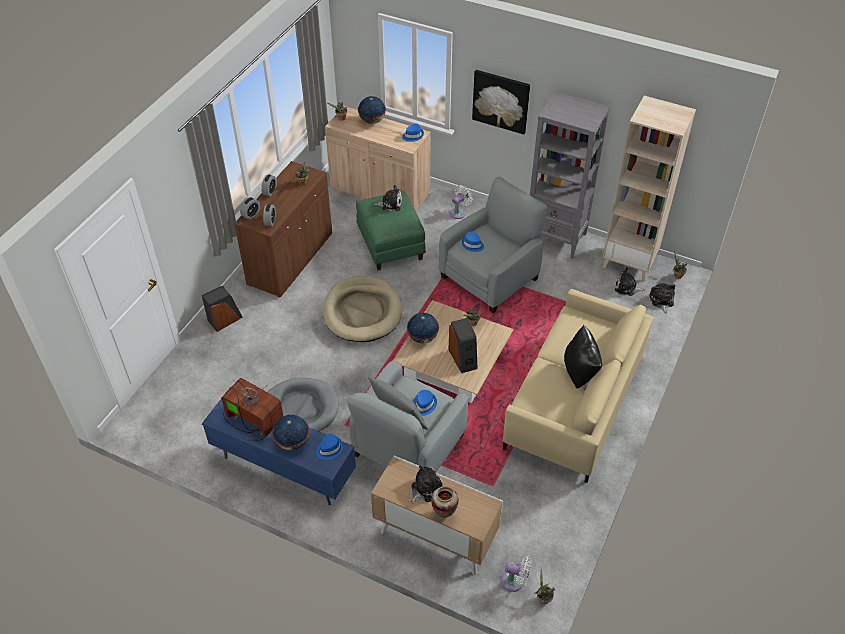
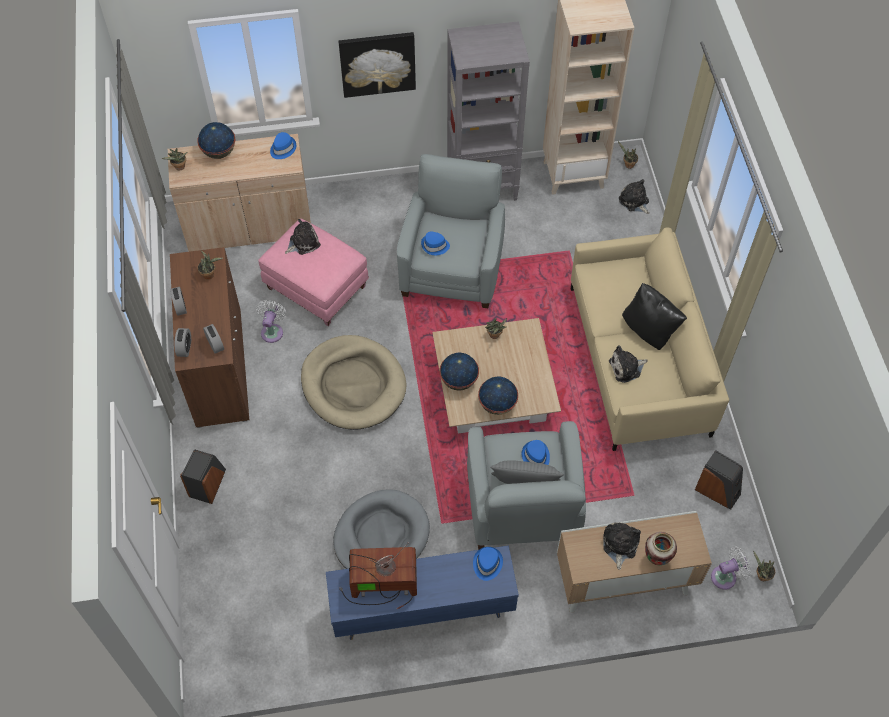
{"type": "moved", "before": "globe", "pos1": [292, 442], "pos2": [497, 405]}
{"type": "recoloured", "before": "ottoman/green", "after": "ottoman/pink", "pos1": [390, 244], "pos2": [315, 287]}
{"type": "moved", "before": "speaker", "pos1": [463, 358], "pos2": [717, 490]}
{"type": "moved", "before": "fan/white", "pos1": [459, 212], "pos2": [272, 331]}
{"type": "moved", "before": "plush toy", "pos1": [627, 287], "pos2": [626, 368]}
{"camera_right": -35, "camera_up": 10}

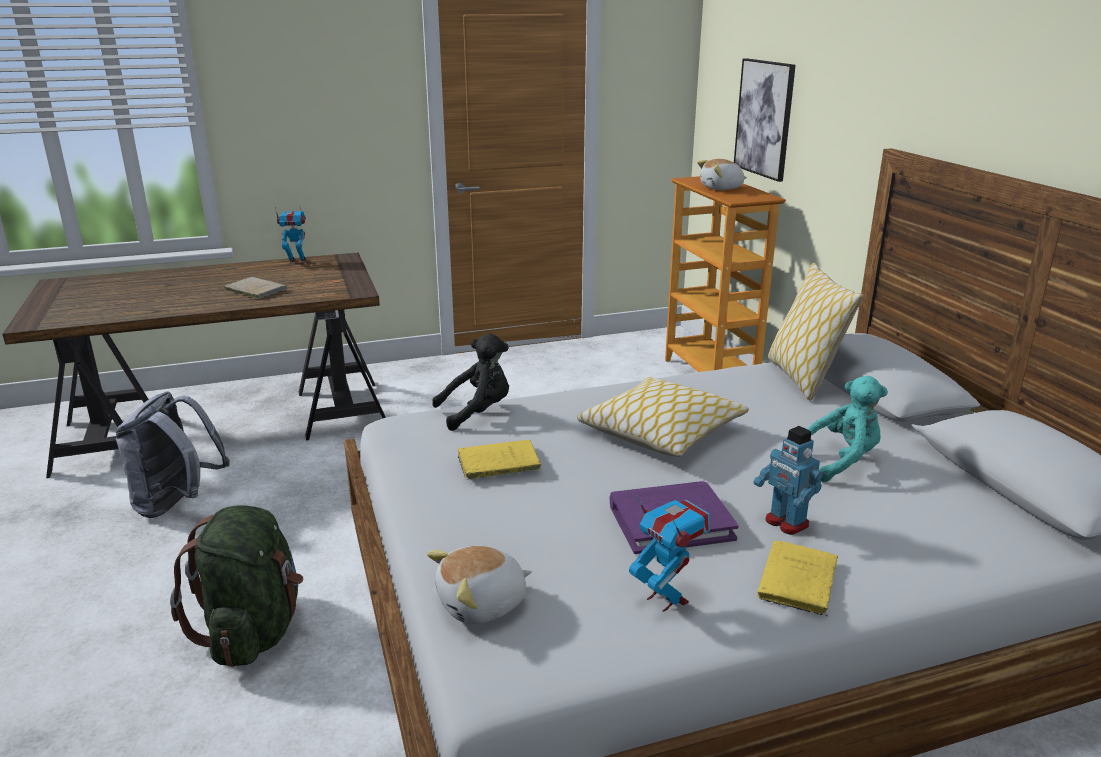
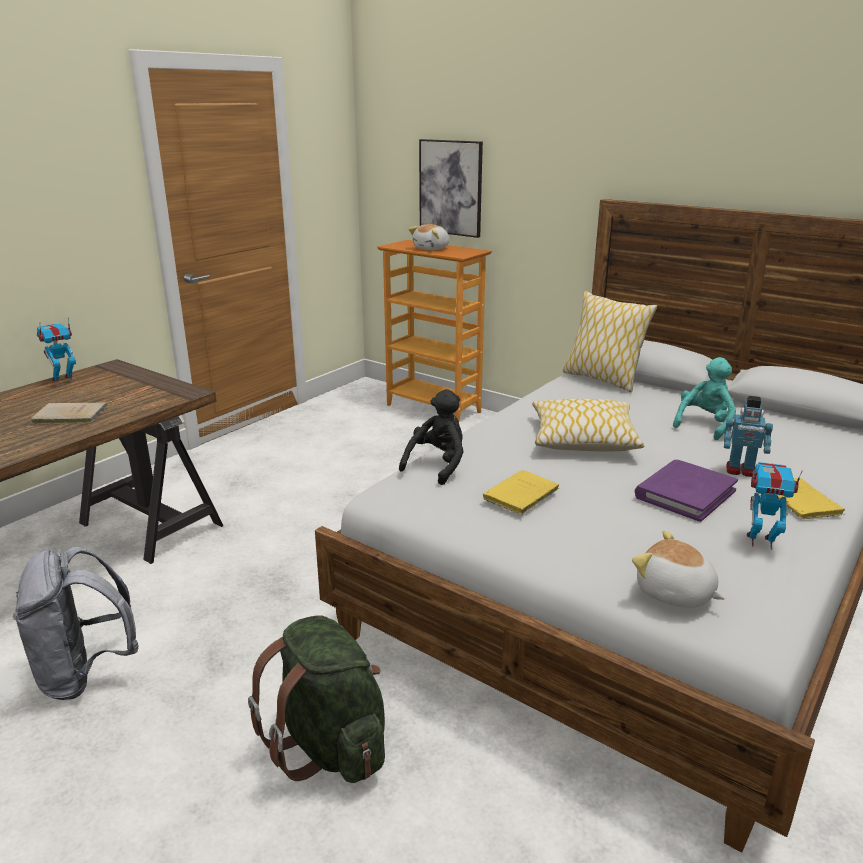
{"type": "turned", "before": "plush toy", "pos1": [482, 604], "pos2": [674, 593], "turn": 105}
{"camera_right": -35, "camera_up": 0}

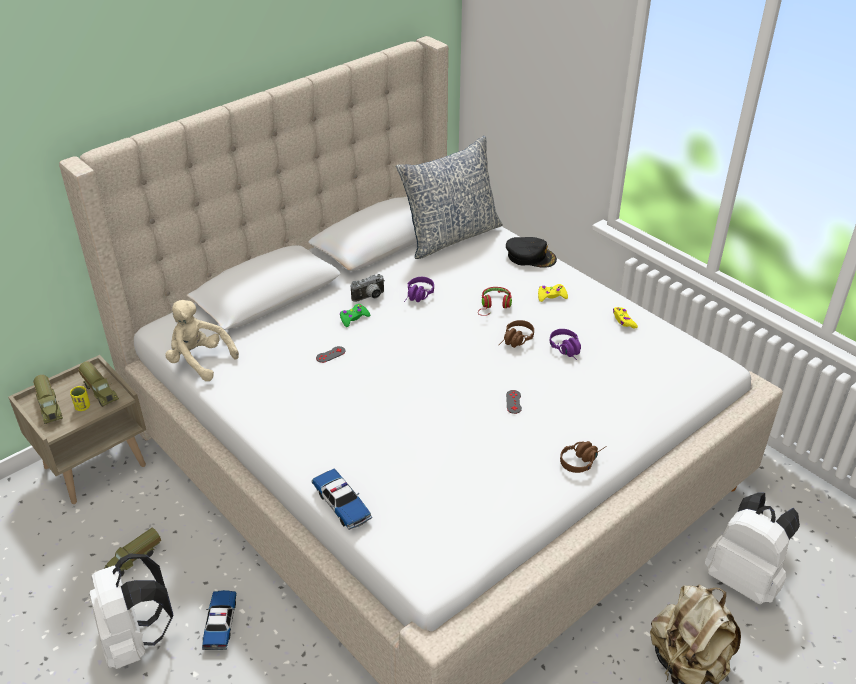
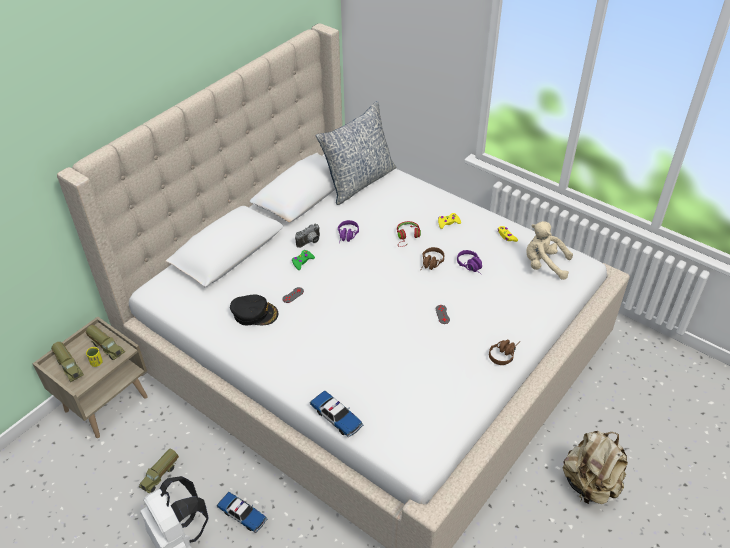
{"type": "moved", "before": "plush toy/beige", "pos1": [199, 361], "pos2": [544, 265]}
{"type": "turned", "before": "toy car", "pos1": [220, 623], "pos2": [242, 515], "turn": 135}
{"type": "moved", "before": "cap/black", "pos1": [530, 256], "pos2": [254, 313]}
{"type": "removed", "before": "backpack/white", "pos1": [744, 579]}
{"camera_right": -10, "camera_up": 5}

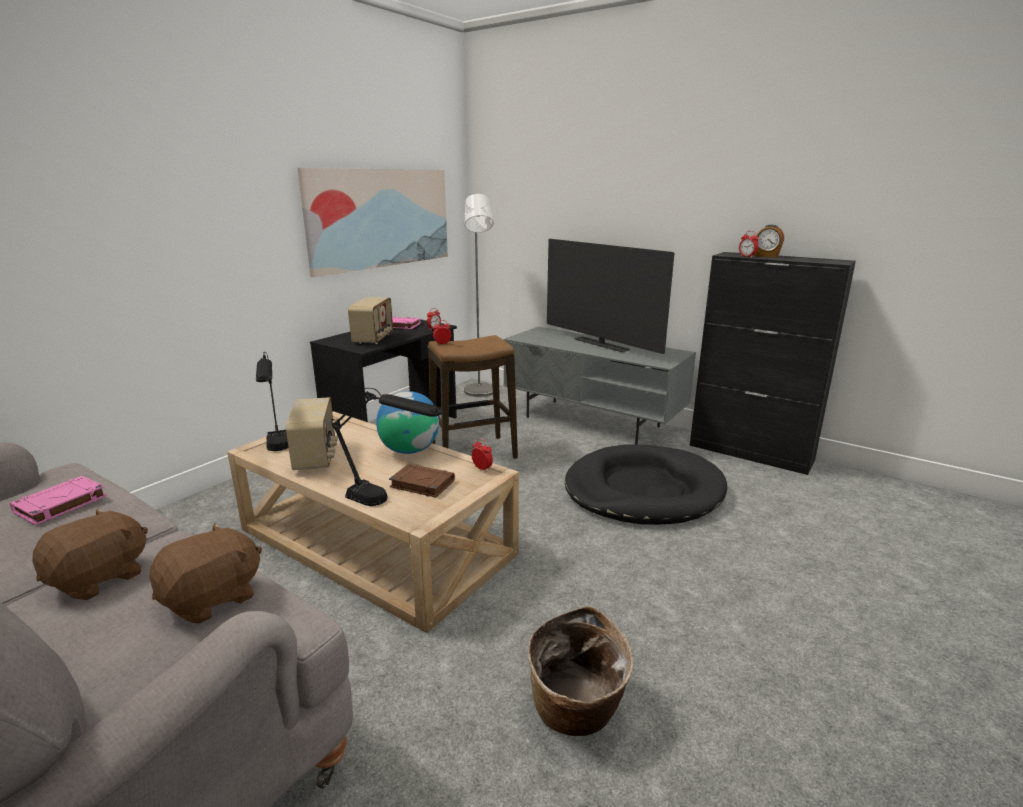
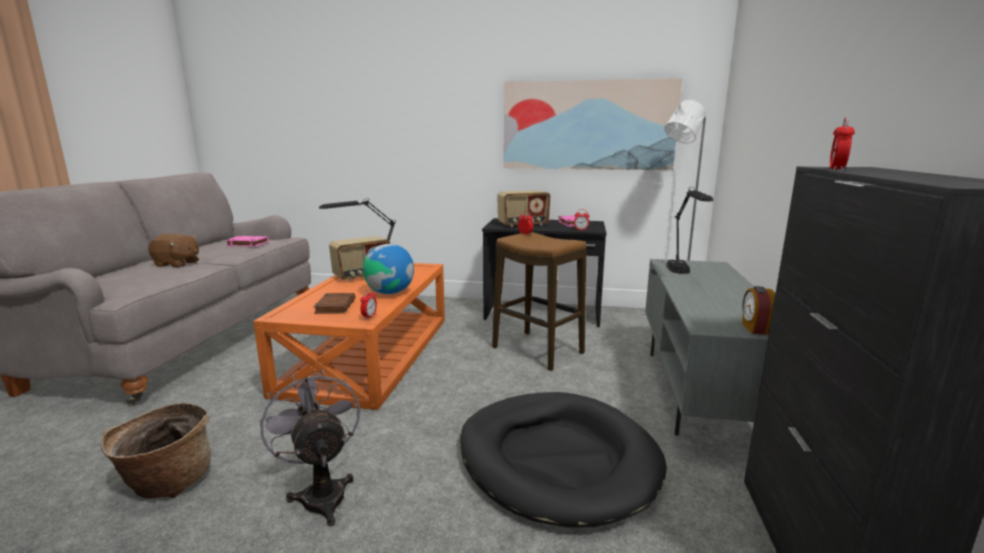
{"type": "removed", "before": "plush toy/brown", "pos1": [213, 598]}
{"type": "recoloured", "before": "coffee table/beige", "after": "coffee table/orange", "pos1": [374, 542], "pos2": [369, 353]}
{"type": "moved", "before": "table lamp/black", "pos1": [388, 504], "pos2": [683, 274]}
{"type": "removed", "before": "television", "pos1": [601, 344]}
{"type": "moved", "before": "alarm clock", "pos1": [767, 256], "pos2": [755, 328]}
{"type": "added", "after": "fan/grey", "pos2": [321, 493]}
{"camera_right": 65, "camera_up": -5}

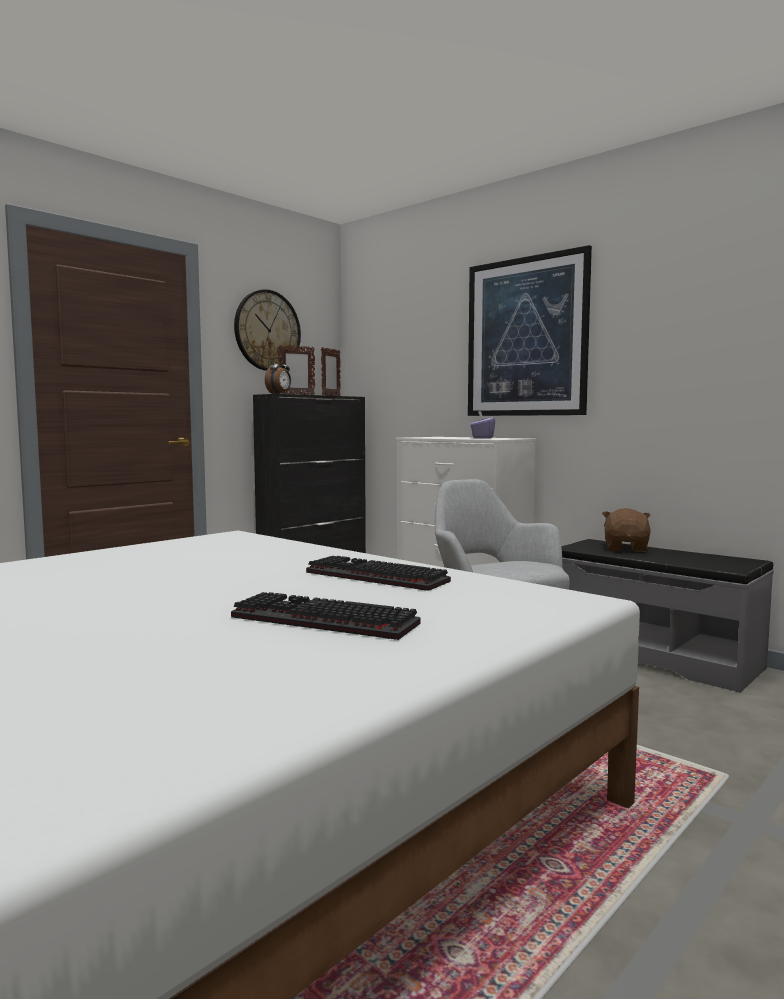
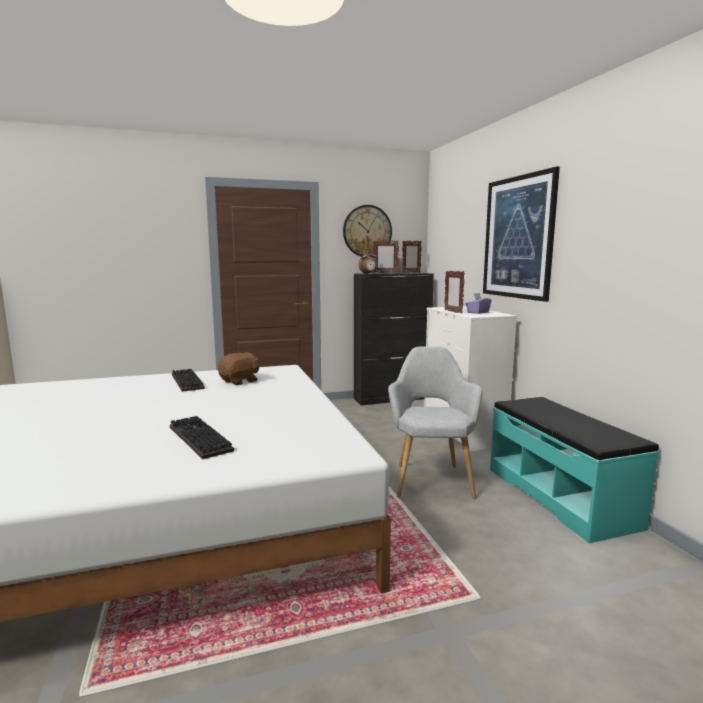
{"type": "moved", "before": "keyboard", "pos1": [372, 577], "pos2": [185, 381]}
{"type": "recoloured", "before": "bench/grey", "after": "bench/turquoise", "pos1": [653, 656], "pos2": [560, 496]}
{"type": "moved", "before": "plush toy/brown", "pos1": [626, 549], "pos2": [240, 381]}
{"type": "added", "after": "picture frame", "pos2": [453, 312]}
{"camera_right": 30, "camera_up": 5}

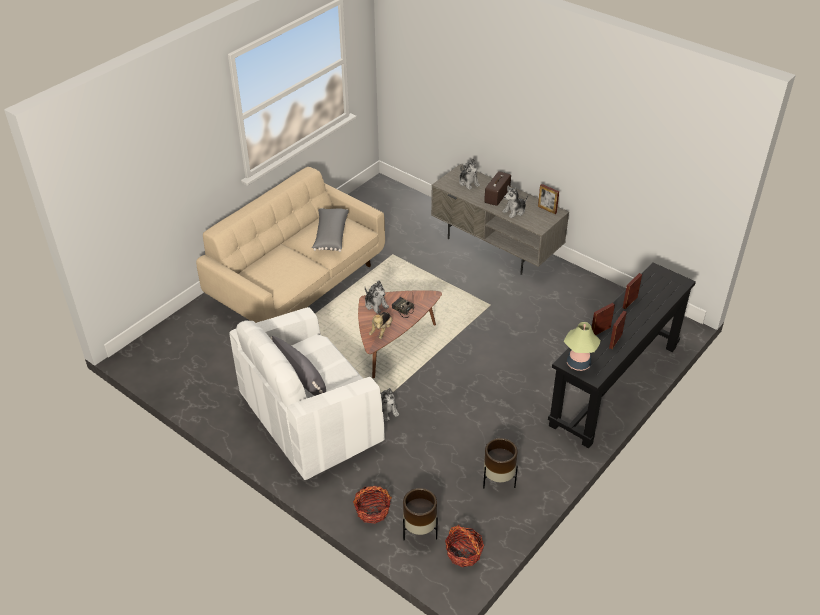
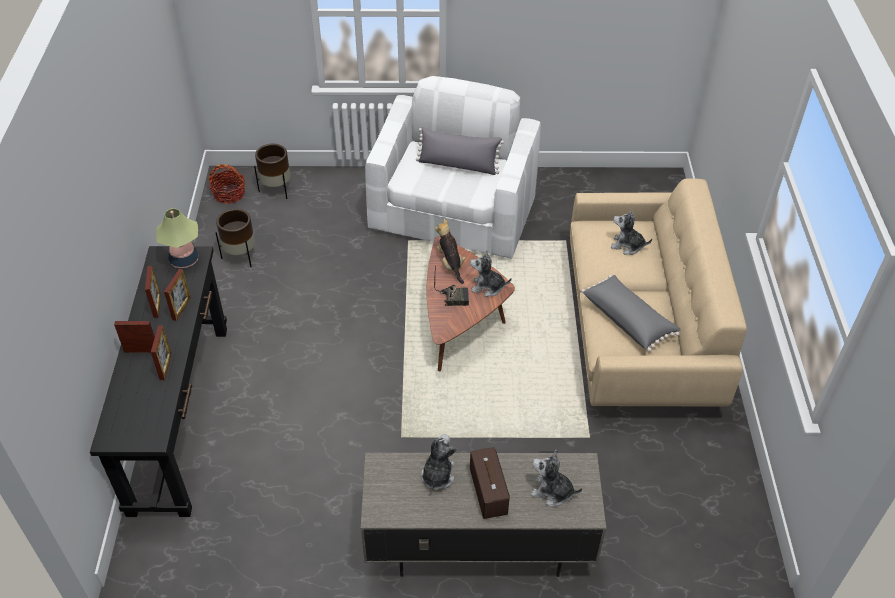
{"type": "removed", "before": "basket", "pos1": [372, 511]}
{"type": "moved", "before": "plush toy", "pos1": [386, 410], "pos2": [627, 246]}
{"type": "moved", "before": "picture frame", "pos1": [547, 209], "pos2": [141, 350]}
{"camera_right": 140, "camera_up": 5}

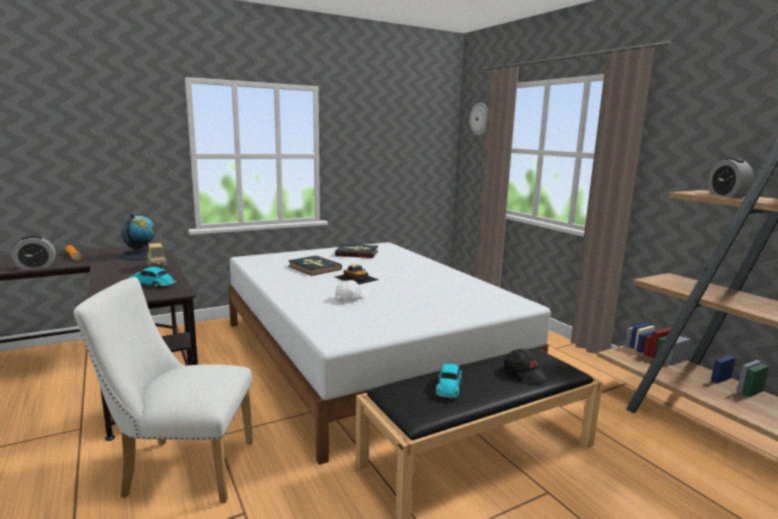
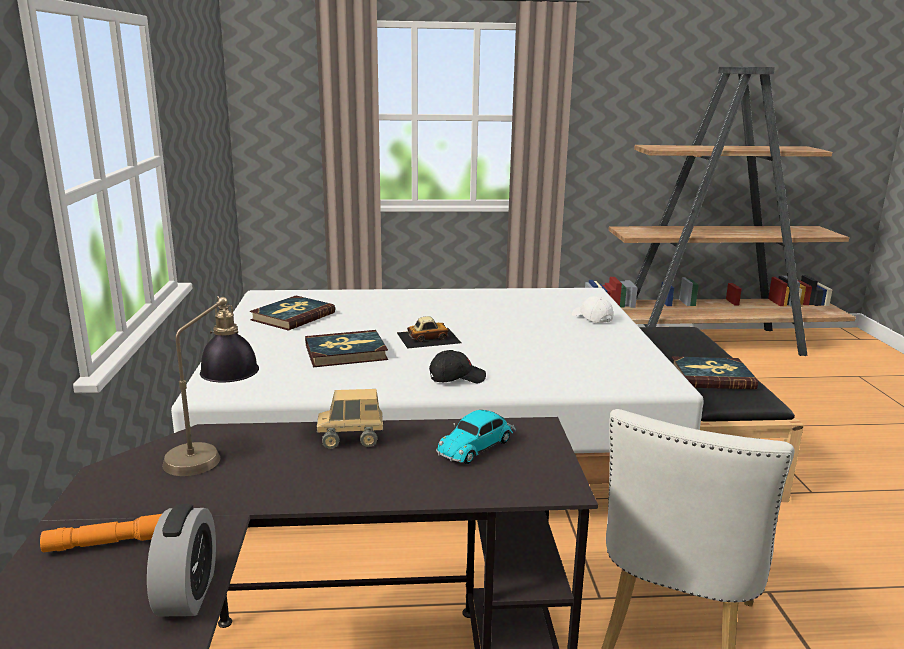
{"type": "replaced", "before": "globe", "after": "table lamp", "pos1": [142, 255], "pos2": [215, 453]}
{"type": "moved", "before": "cap/white", "pos1": [351, 297], "pos2": [591, 318]}
{"type": "replaced", "before": "toy car", "after": "book", "pos1": [449, 386], "pos2": [711, 377]}
{"type": "removed", "before": "wall clock", "pos1": [480, 119]}
{"type": "moved", "before": "cap/black", "pos1": [525, 374], "pos2": [456, 378]}
{"type": "removed", "before": "alarm clock", "pos1": [726, 196]}
{"camera_right": -65, "camera_up": 5}

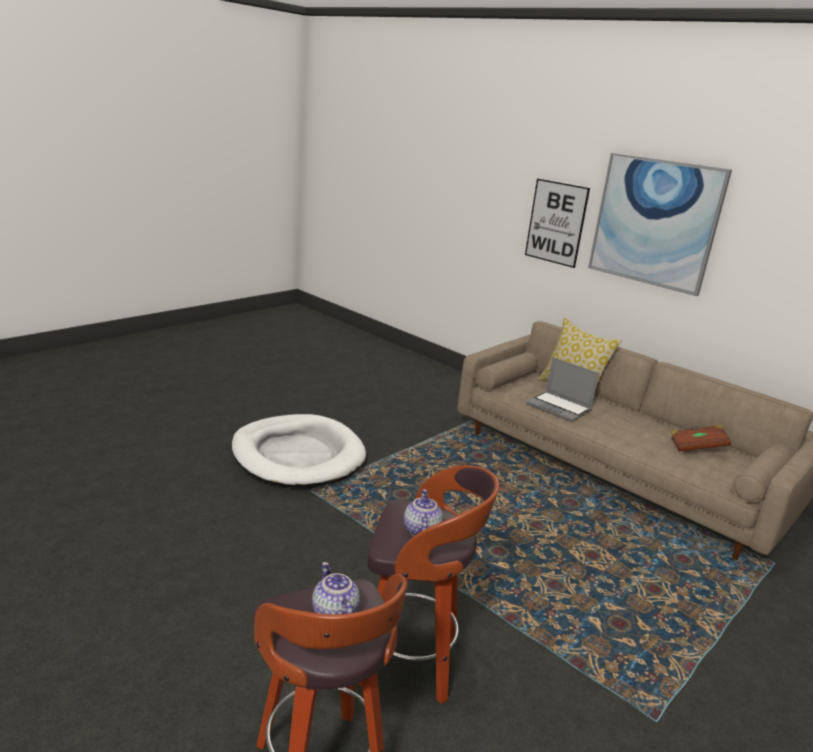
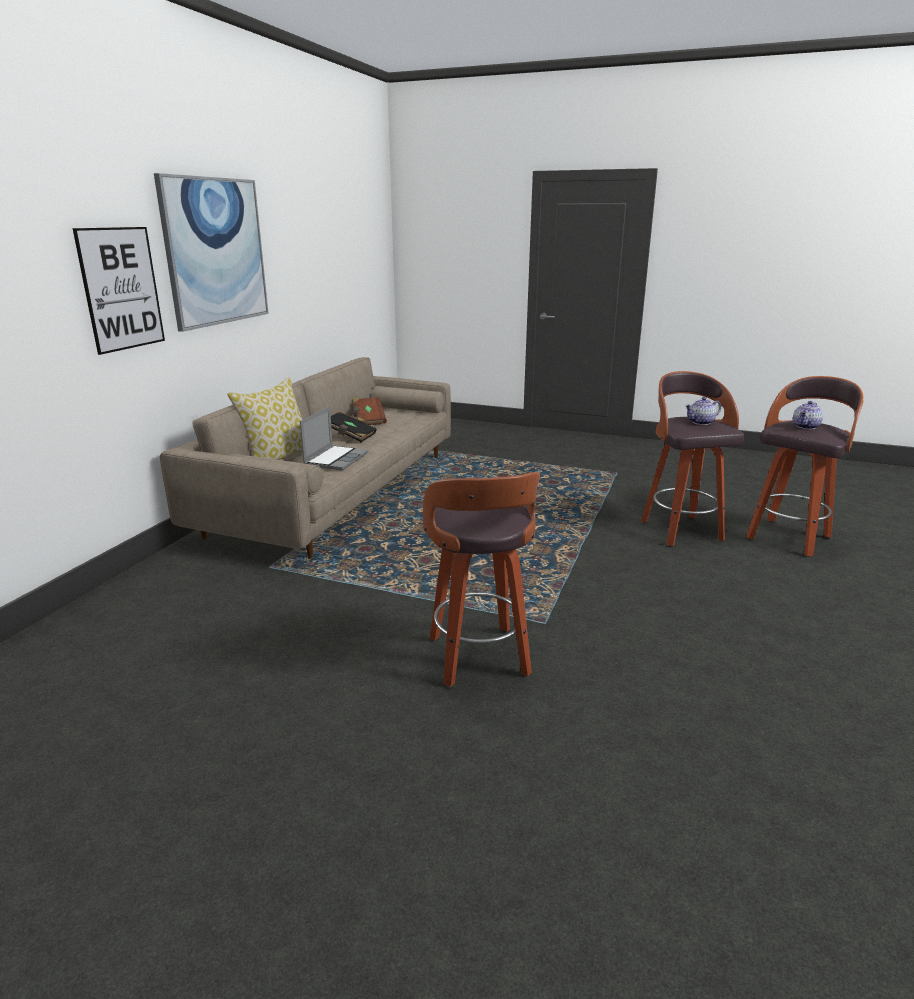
{"type": "replaced", "before": "dog bed/white", "after": "stool", "pos1": [298, 456], "pos2": [479, 658]}
{"type": "added", "after": "book/black", "pos2": [350, 436]}
{"camera_right": -110, "camera_up": 0}

